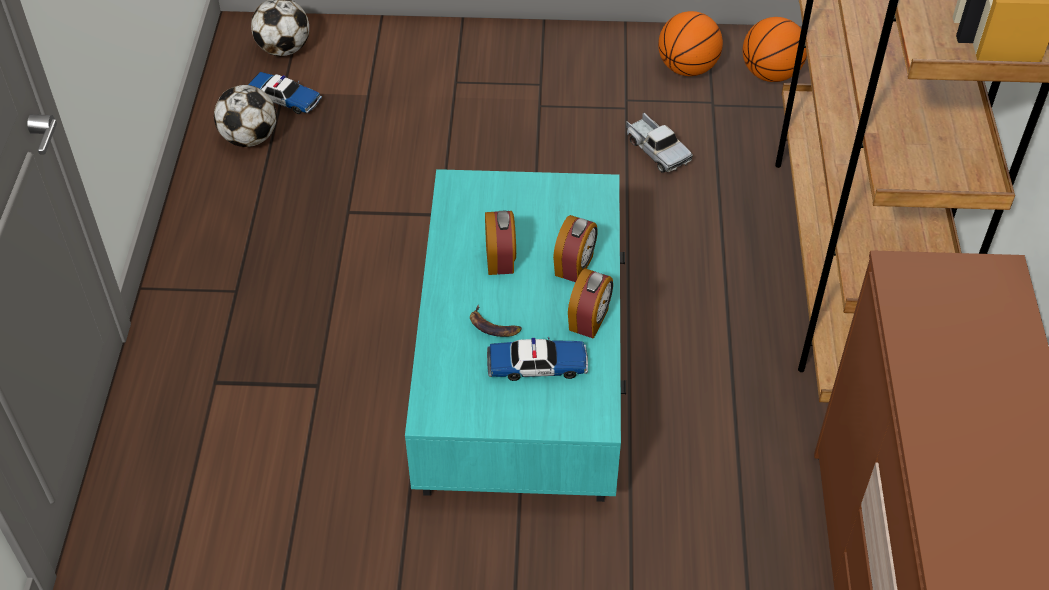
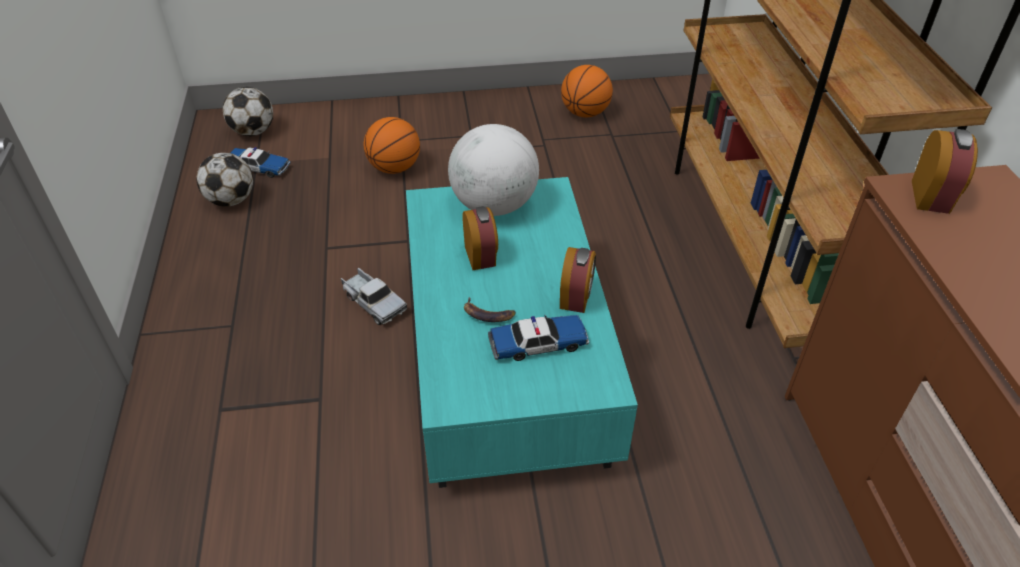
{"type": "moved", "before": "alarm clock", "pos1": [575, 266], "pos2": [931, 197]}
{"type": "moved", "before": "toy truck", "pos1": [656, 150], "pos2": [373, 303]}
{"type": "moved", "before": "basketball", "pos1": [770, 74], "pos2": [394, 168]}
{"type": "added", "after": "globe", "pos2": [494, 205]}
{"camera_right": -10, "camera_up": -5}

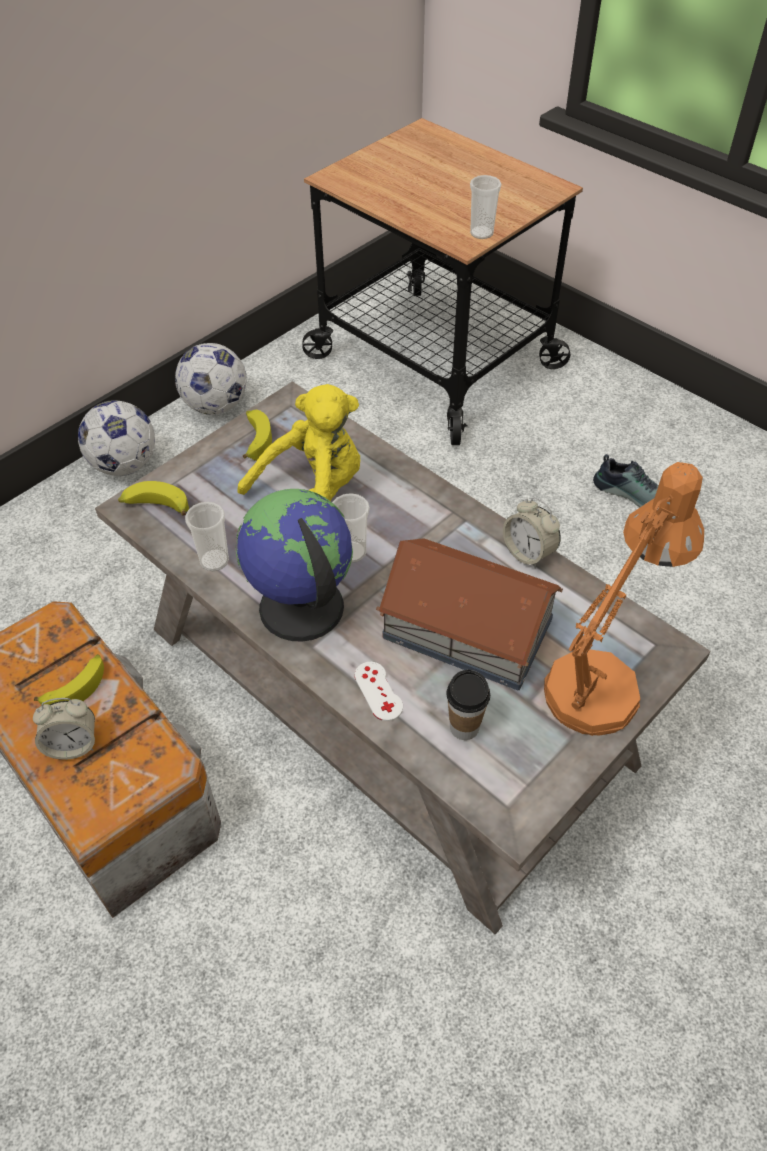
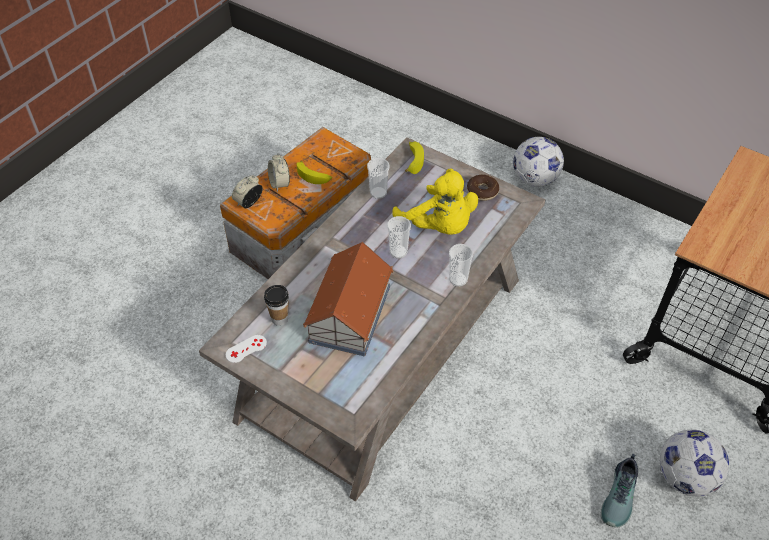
{"type": "moved", "before": "football", "pos1": [215, 405], "pos2": [685, 477]}
{"type": "removed", "before": "globe", "pos1": [300, 608]}
{"type": "replaced", "before": "banana", "after": "donut", "pos1": [255, 439], "pos2": [482, 191]}
{"type": "moved", "before": "game controller/white", "pos1": [378, 691], "pos2": [246, 349]}
{"type": "moved", "before": "cup", "pos1": [481, 233], "pos2": [458, 279]}
{"type": "moved", "before": "alarm clock", "pos1": [528, 553], "pos2": [249, 203]}
{"type": "removed", "before": "table lamp/orange", "pos1": [601, 680]}
{"camera_right": 80, "camera_up": 0}

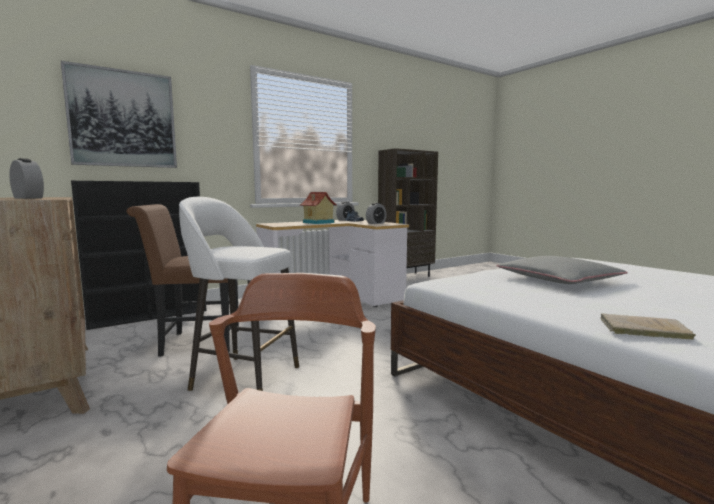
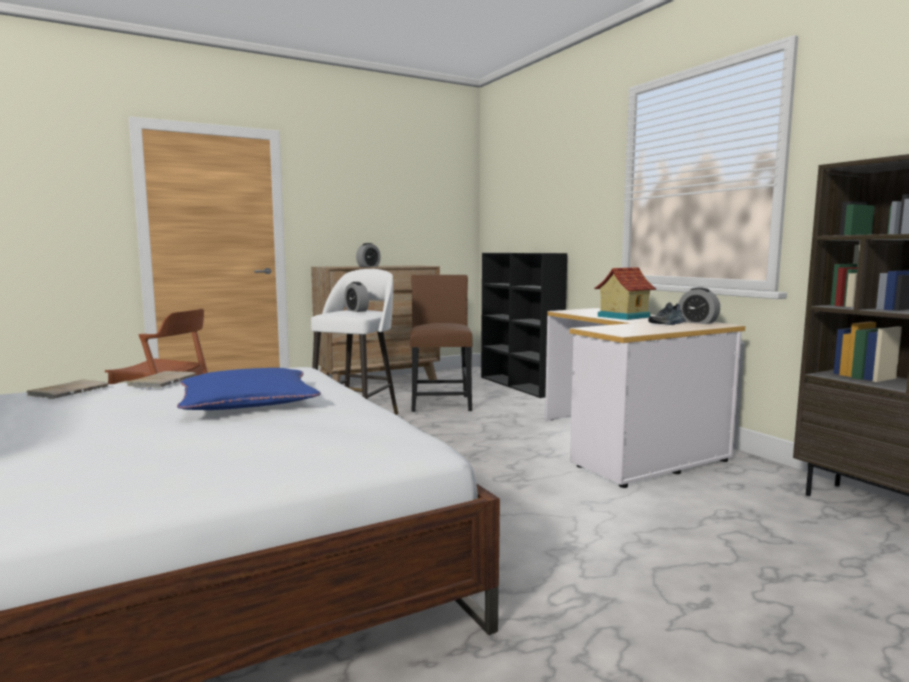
{"type": "removed", "before": "picture", "pos1": [123, 119]}
{"type": "moved", "before": "alarm clock", "pos1": [376, 223], "pos2": [356, 310]}
{"type": "recoloured", "before": "pillow/grey", "after": "pillow/blue", "pos1": [558, 279], "pos2": [248, 402]}
{"type": "added", "after": "book/beige", "pos2": [164, 382]}
{"camera_right": 95, "camera_up": 0}

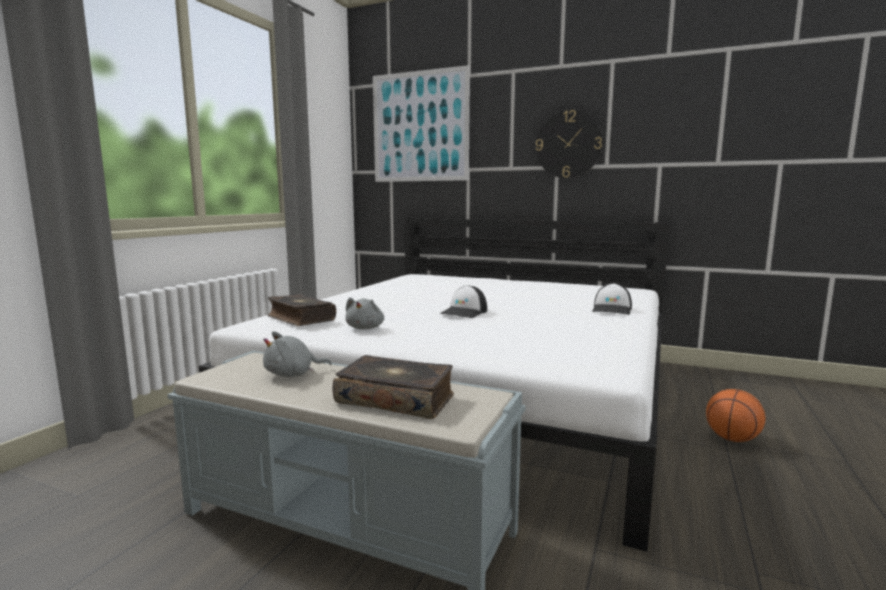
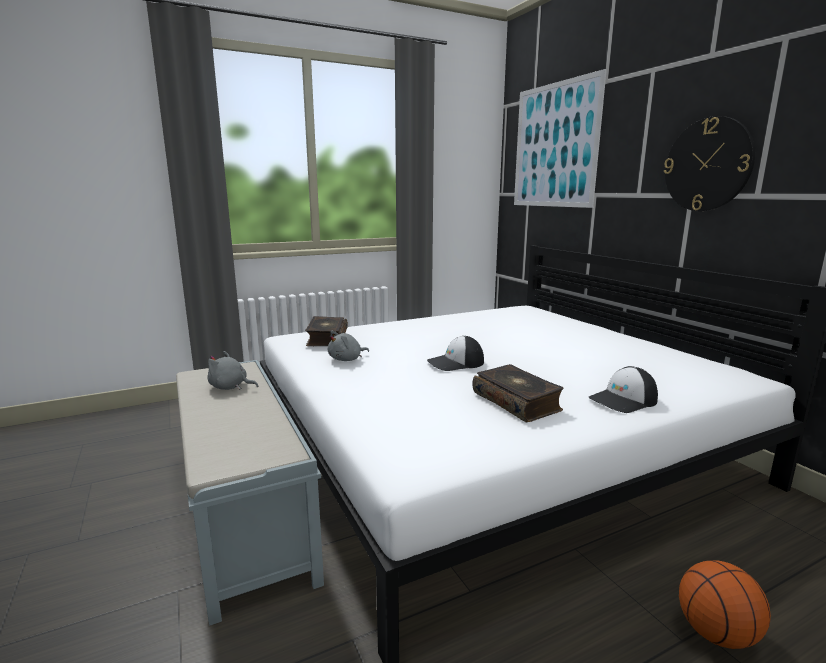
{"type": "moved", "before": "book", "pos1": [396, 399], "pos2": [517, 402]}
{"camera_right": 40, "camera_up": 5}

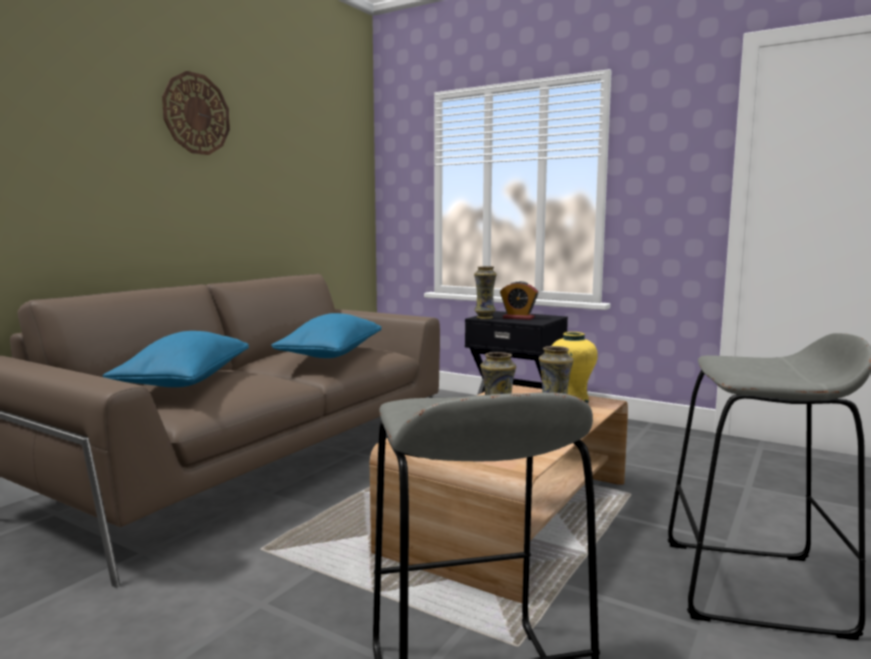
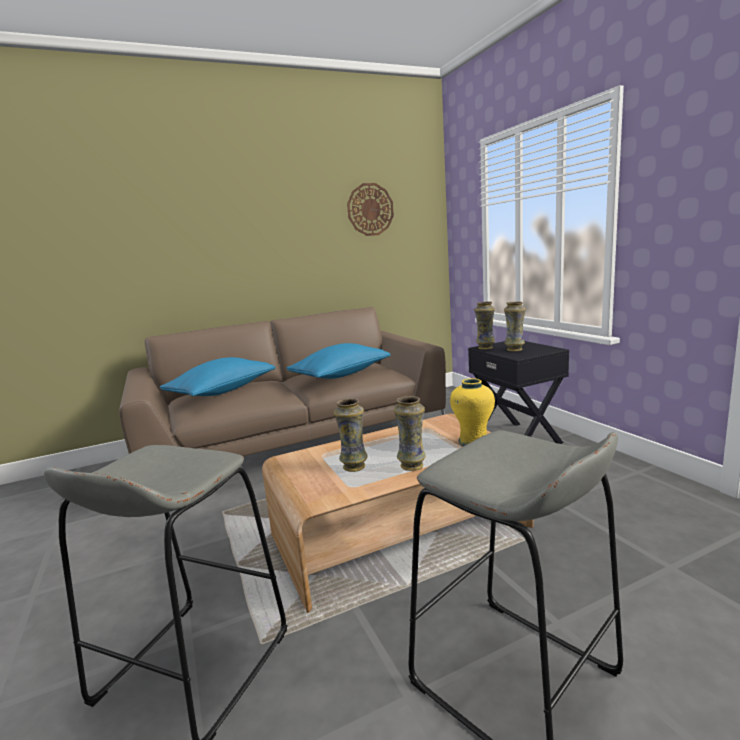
{"type": "moved", "before": "wall clock", "pos1": [196, 114], "pos2": [370, 209]}
{"type": "replaced", "before": "alarm clock", "after": "vase", "pos1": [518, 318], "pos2": [515, 349]}
{"camera_right": 35, "camera_up": 5}

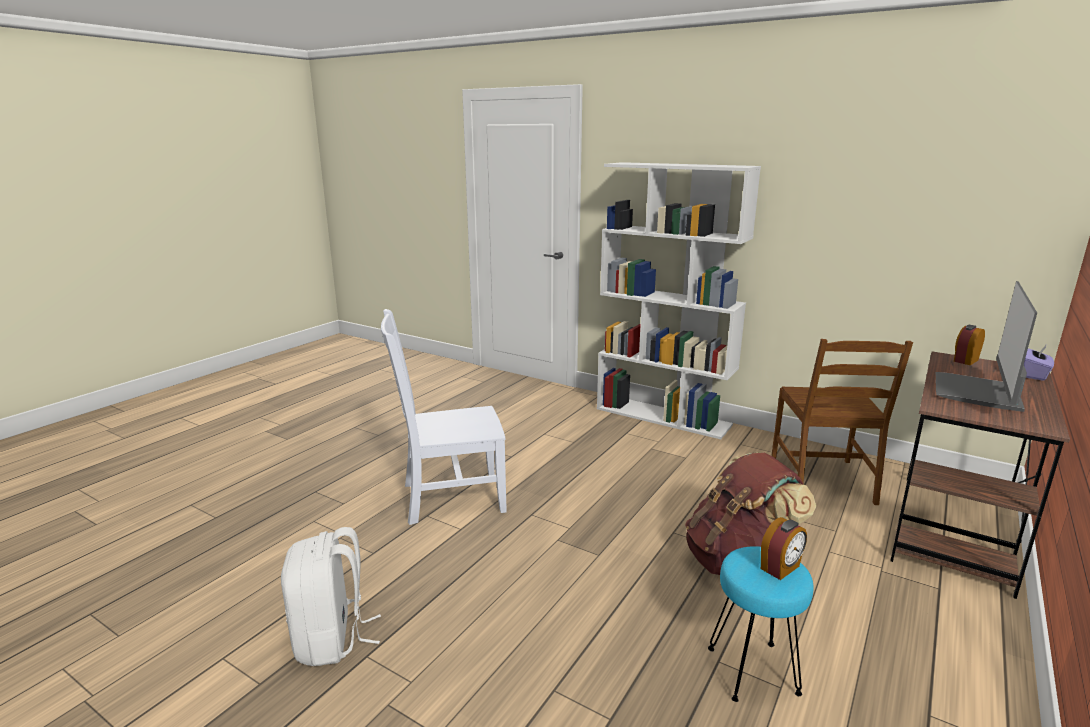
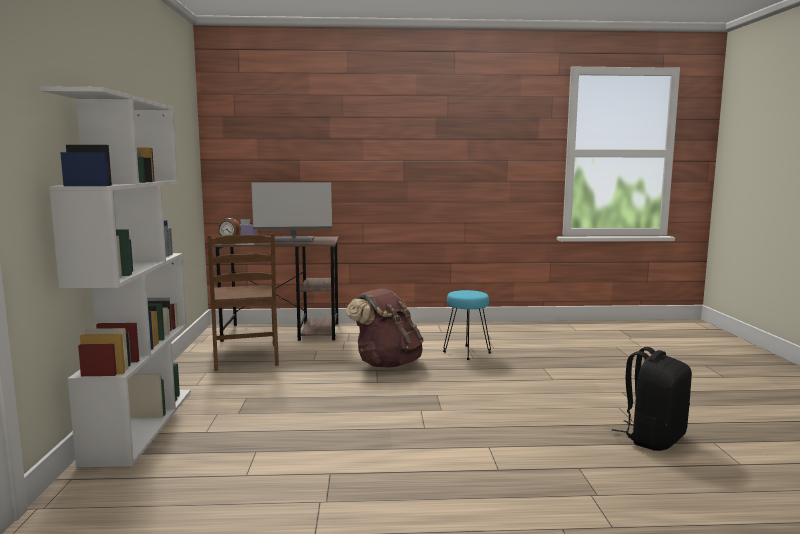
{"type": "recoloured", "before": "backpack/white", "after": "backpack/black", "pos1": [332, 639], "pos2": [653, 438]}
{"type": "removed", "before": "chair/white", "pos1": [449, 498]}
{"type": "removed", "before": "alarm clock", "pos1": [780, 568]}
{"type": "turned", "before": "chair/brown", "pos1": [823, 480], "pos2": [246, 357], "turn": 105}
{"camera_right": -125, "camera_up": -10}

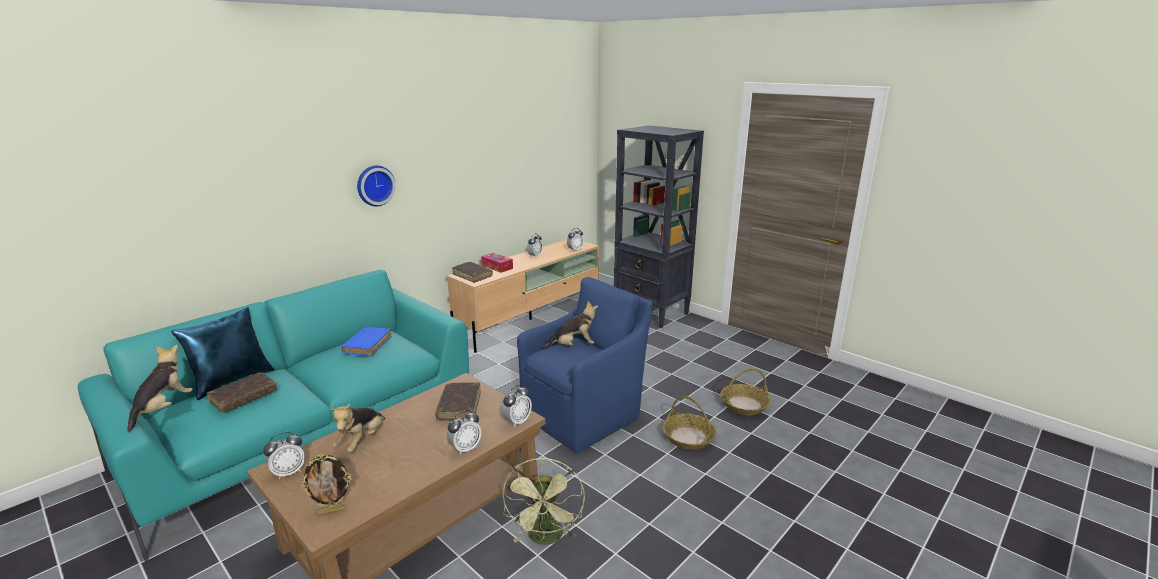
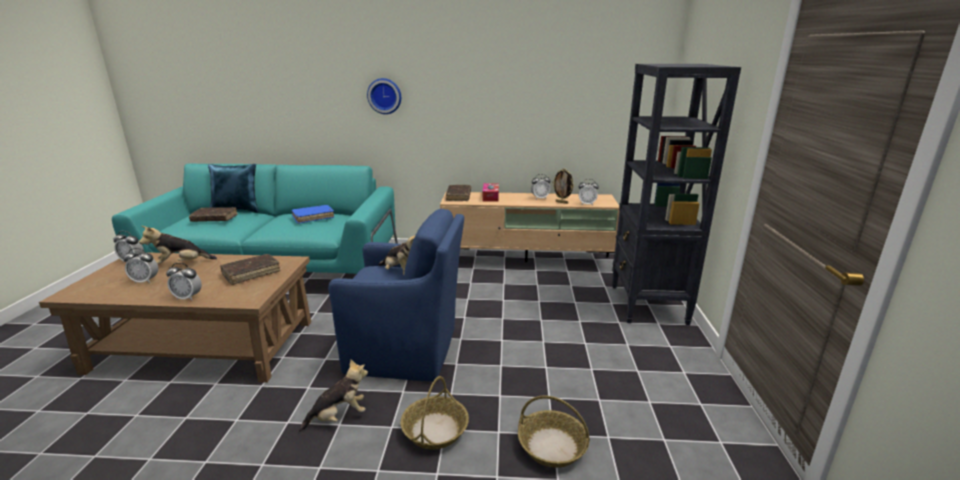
{"type": "moved", "before": "plush toy", "pos1": [163, 408], "pos2": [339, 417]}
{"type": "moved", "before": "picture frame", "pos1": [332, 510], "pos2": [562, 202]}
{"type": "moved", "before": "alarm clock", "pos1": [517, 421], "pos2": [145, 281]}
{"type": "removed", "before": "fan/green", "pos1": [546, 538]}
{"camera_right": 50, "camera_up": 0}

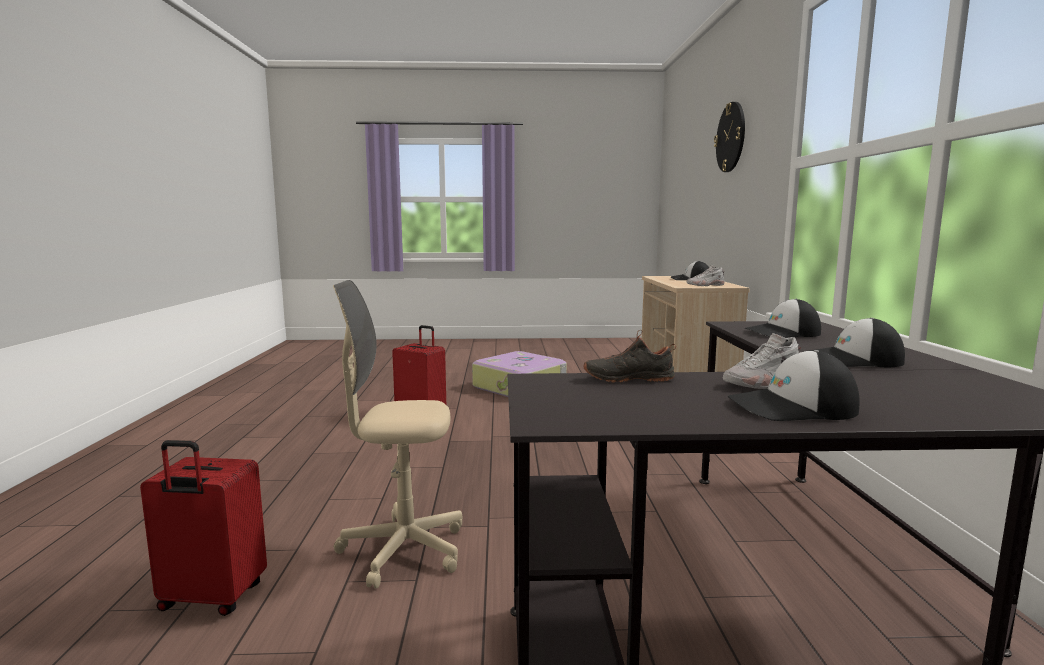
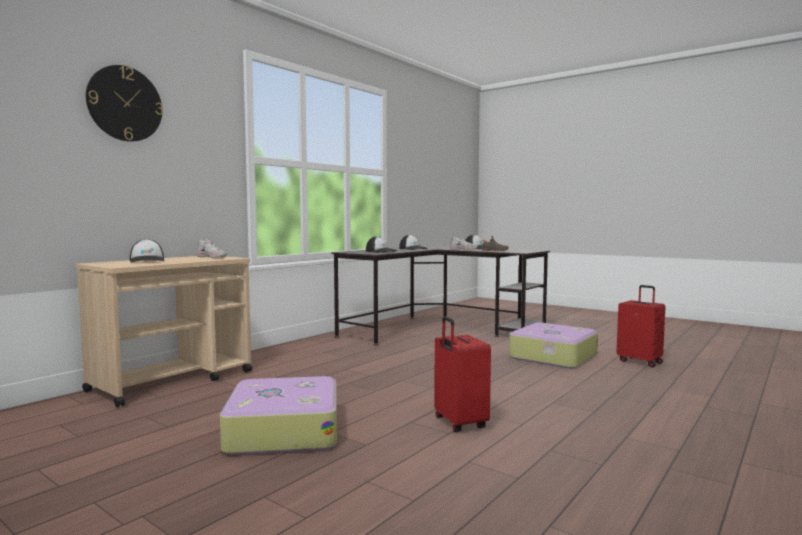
{"type": "replaced", "before": "office chair/beige", "after": "suitcase", "pos1": [403, 550], "pos2": [552, 356]}
{"camera_right": -140, "camera_up": -5}

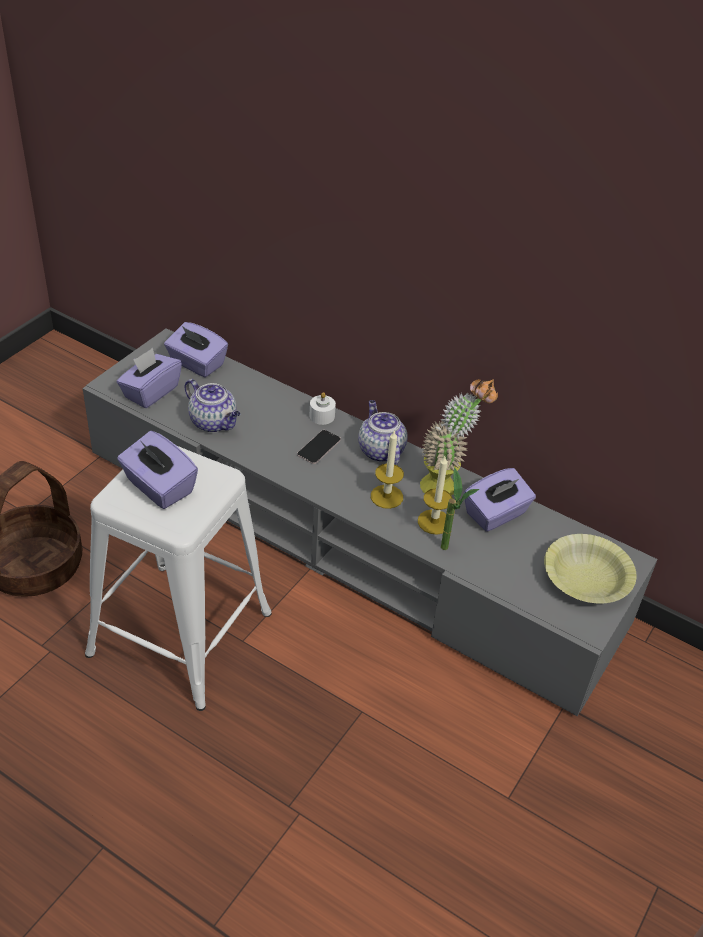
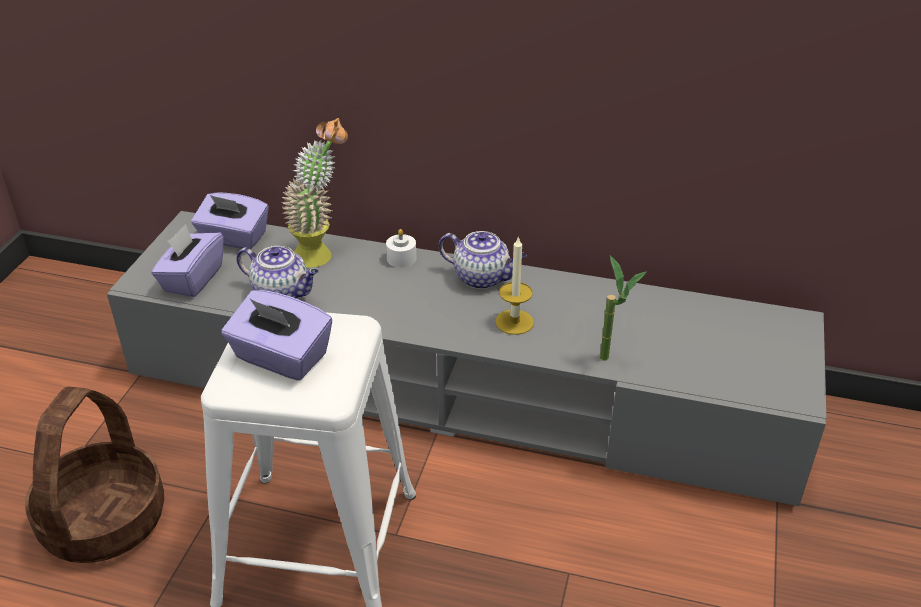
{"type": "removed", "before": "phone", "pos1": [319, 447]}
{"type": "turned", "before": "teapot", "pos1": [380, 450], "pos2": [483, 278], "turn": 150}
{"type": "removed", "before": "candle", "pos1": [434, 522]}
{"type": "moved", "before": "potted plant", "pos1": [447, 485], "pos2": [321, 253]}
{"type": "removed", "before": "tissue box/purple", "pos1": [496, 514]}
{"type": "removed", "before": "bowl/yellow", "pos1": [586, 578]}
{"camera_right": -15, "camera_up": -5}

